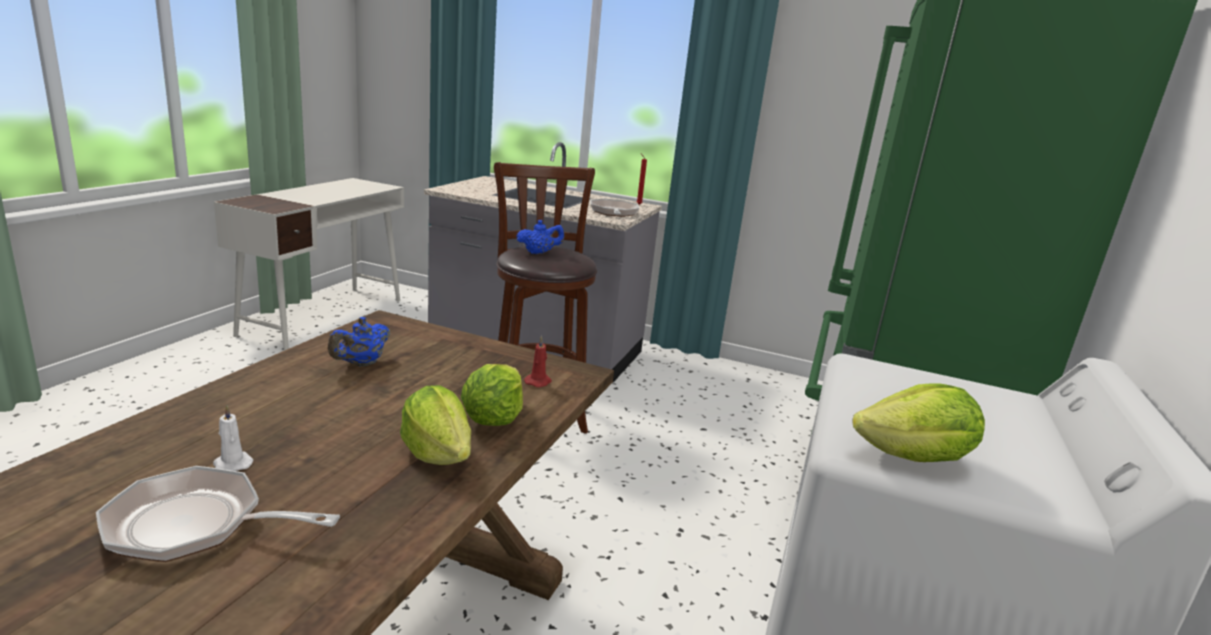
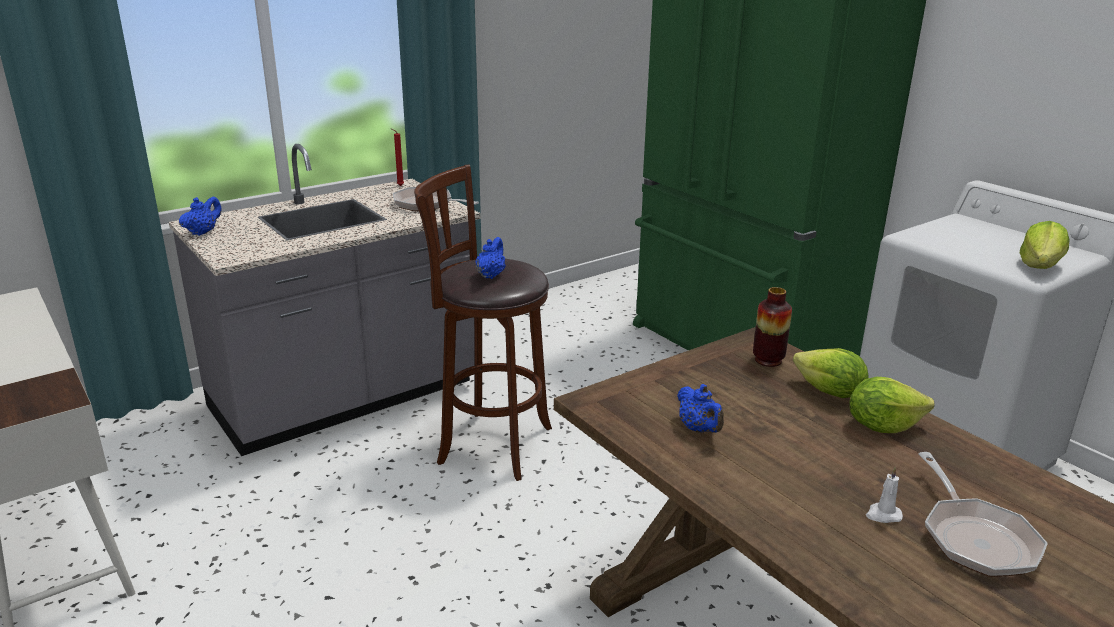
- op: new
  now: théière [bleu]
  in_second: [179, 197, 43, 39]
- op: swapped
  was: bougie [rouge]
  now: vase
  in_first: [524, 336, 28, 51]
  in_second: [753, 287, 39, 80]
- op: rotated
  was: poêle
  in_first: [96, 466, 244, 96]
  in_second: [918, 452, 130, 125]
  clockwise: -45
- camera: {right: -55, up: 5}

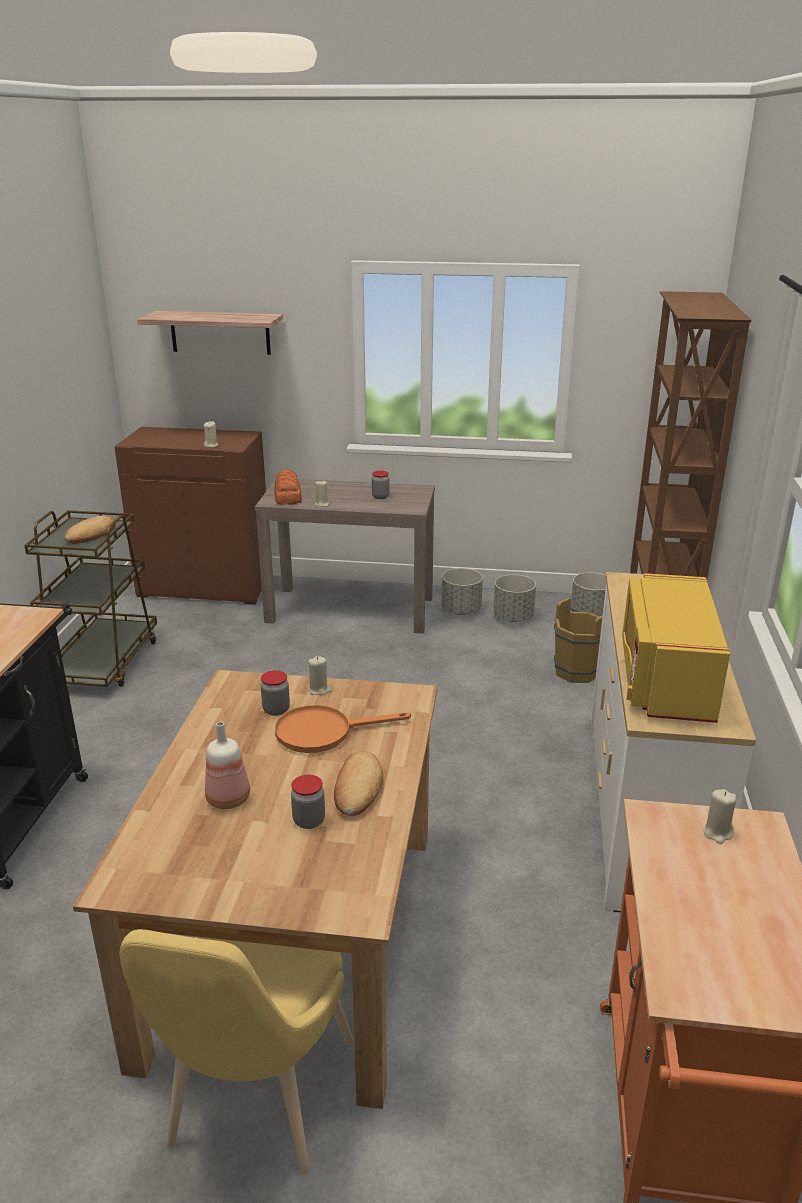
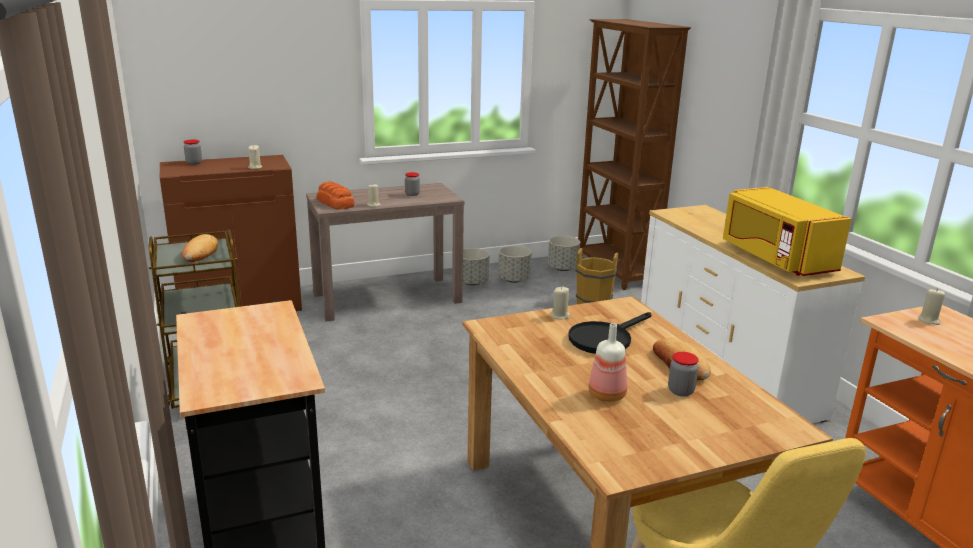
- op: shifted
  was: bocal
  in_first: [261, 670, 29, 46]
  in_second: [184, 140, 18, 25]
- op: repainted
  was: poêle [orange]
  now: poêle [noir]
  in_first: [275, 705, 136, 48]
  in_second: [568, 312, 83, 42]
- op: gone
  was: étagère
  in_first: [137, 311, 146, 44]
- camera: {right: -30, up: -5}

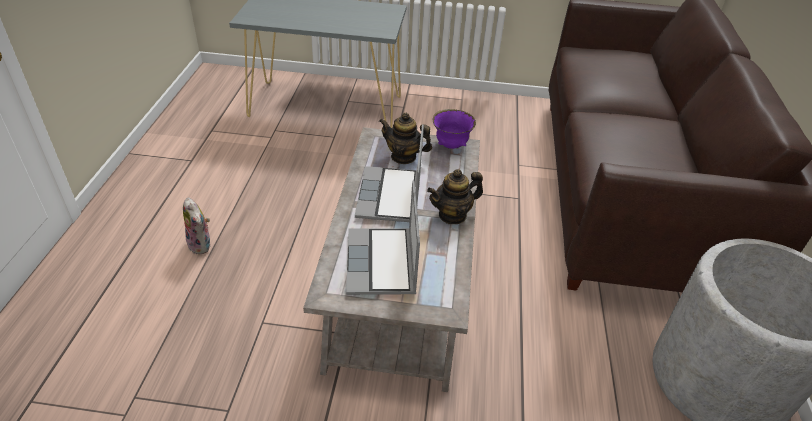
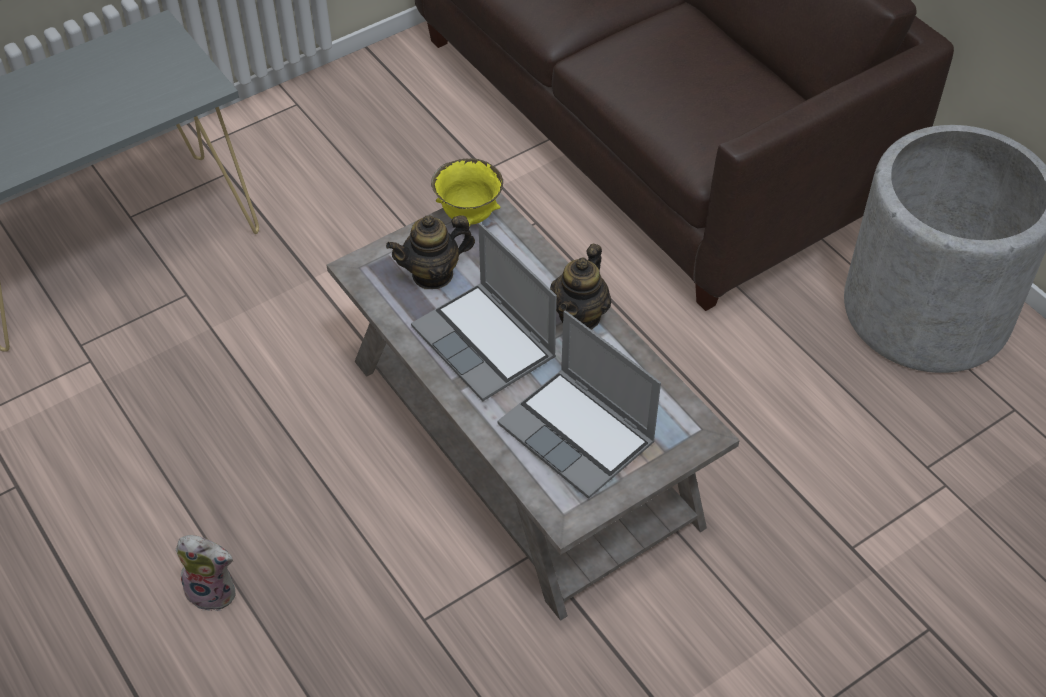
- op: repainted
  was: bol [violet]
  now: bol [jaune]
  in_first: [433, 109, 43, 40]
  in_second: [431, 158, 72, 69]
- camera: {right: -40, up: 10}

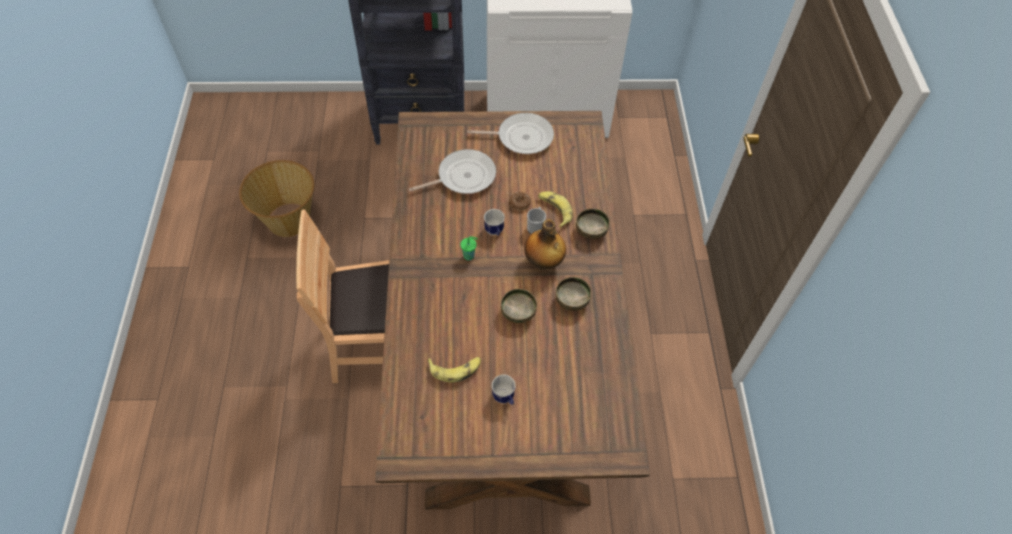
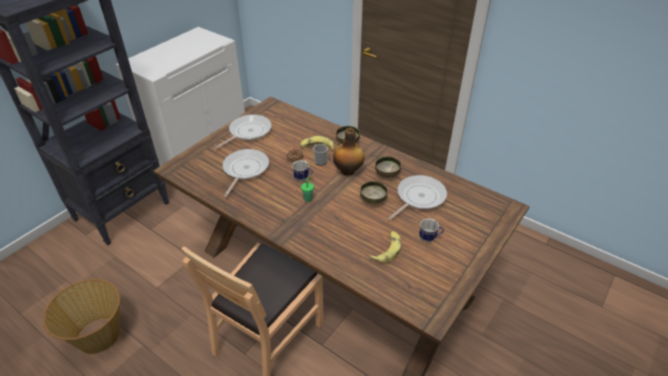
- op: new
  now: poêle
  in_second: [388, 175, 59, 45]
- camera: {right: -50, up: -15}

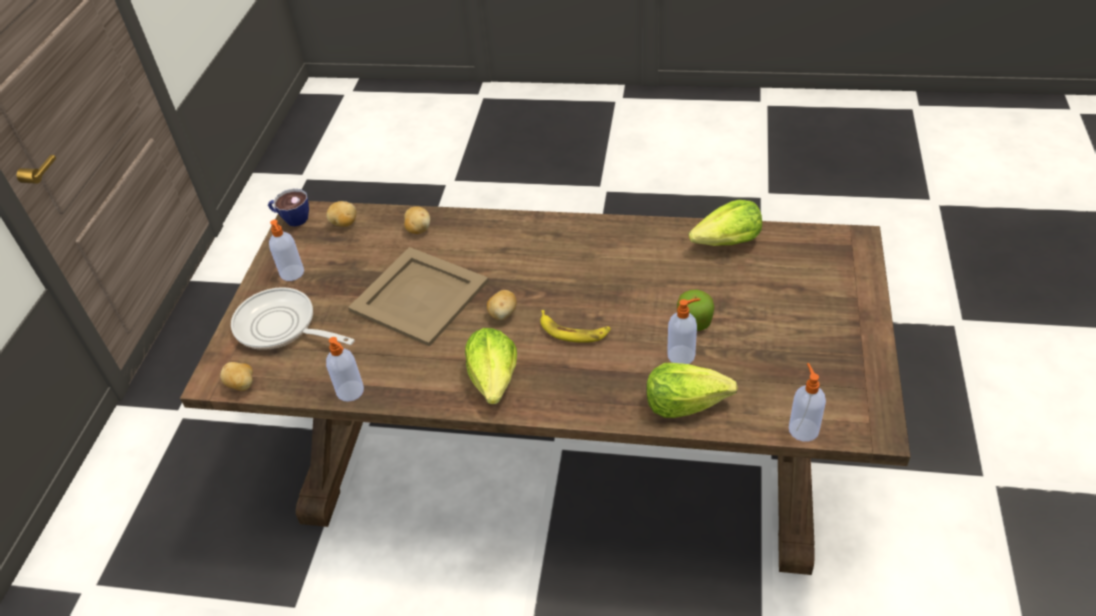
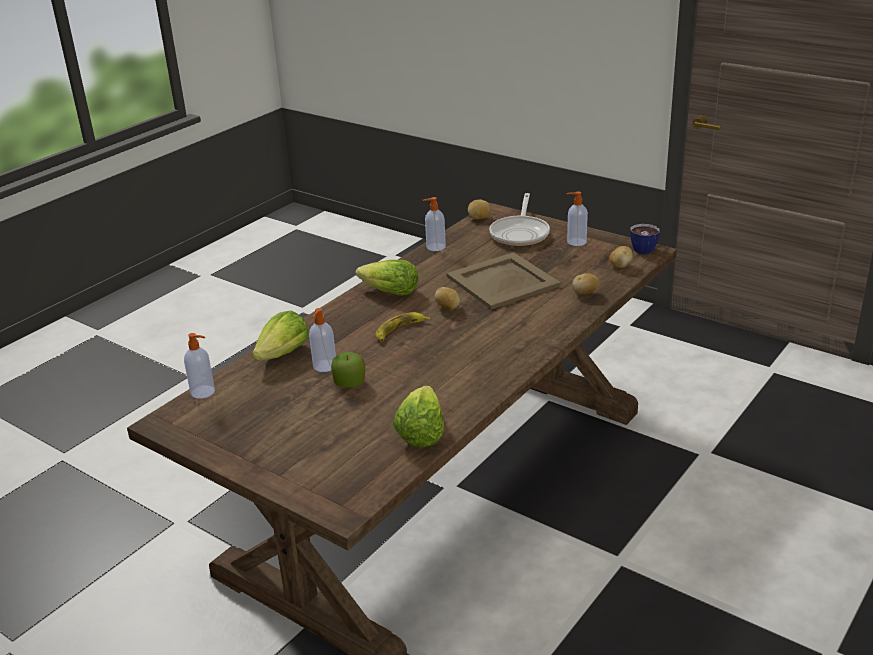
- op: rotated
  was: poêle
  in_first: [231, 287, 124, 63]
  in_second: [489, 193, 61, 53]
  clockwise: 135
- camera: {right: 115, up: -15}

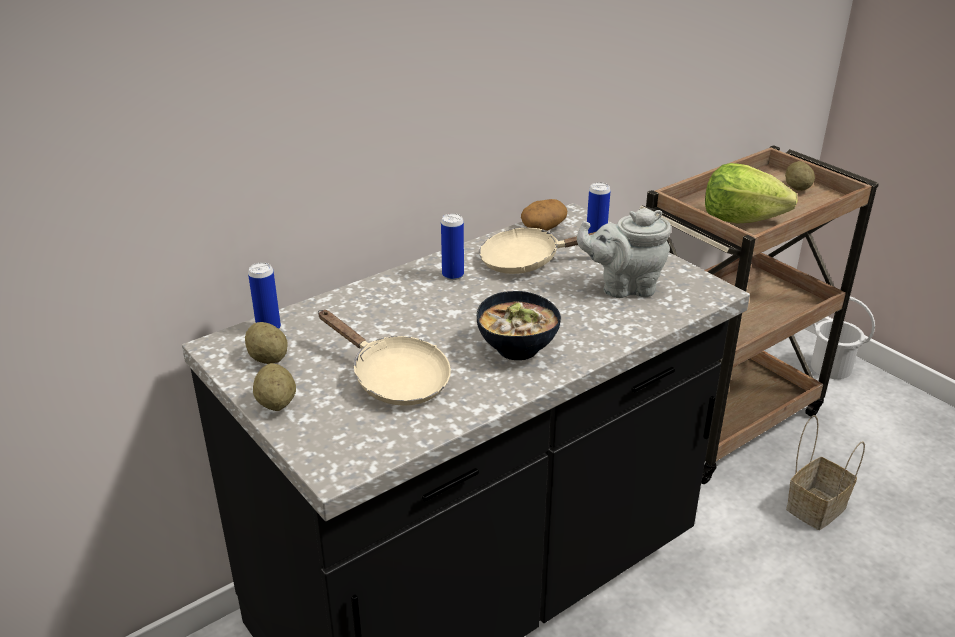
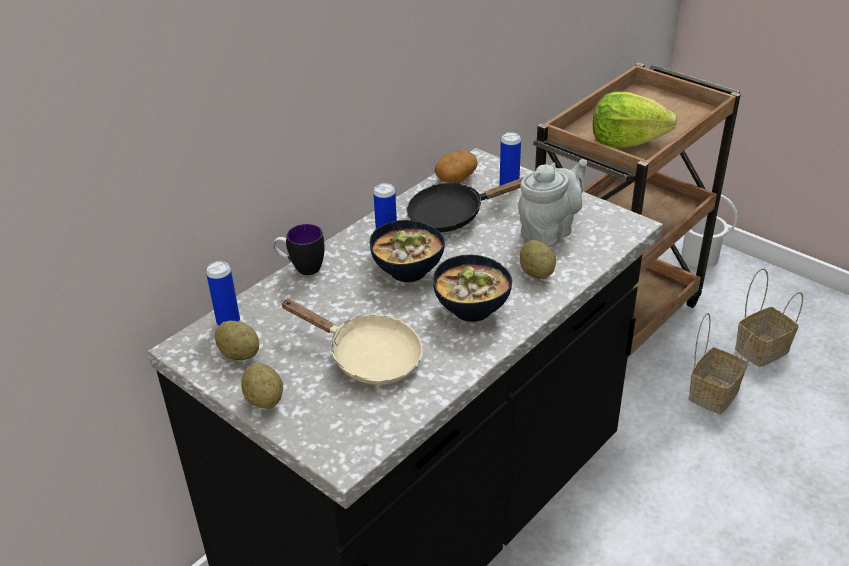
- op: new
  now: mug
  in_second: [273, 224, 52, 51]
- op: new
  now: bol
  in_second: [370, 220, 75, 62]
- op: repainted
  was: poêle [beige]
  now: poêle [noir]
  in_first: [479, 228, 116, 46]
  in_second: [406, 177, 118, 55]
- op: rotated
  was: théière [gris]
  in_first: [577, 208, 94, 90]
  in_second: [518, 159, 69, 89]
  clockwise: 150
- op: shifted
  was: pomme de terre
  in_first: [785, 161, 30, 30]
  in_second: [520, 240, 36, 39]
- op: new
  now: panier
  in_second: [735, 268, 68, 99]
- camera: {right: -10, up: 5}

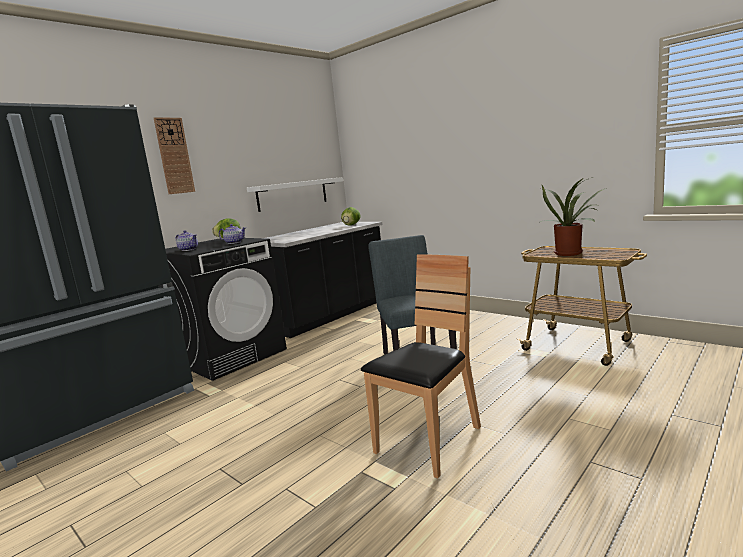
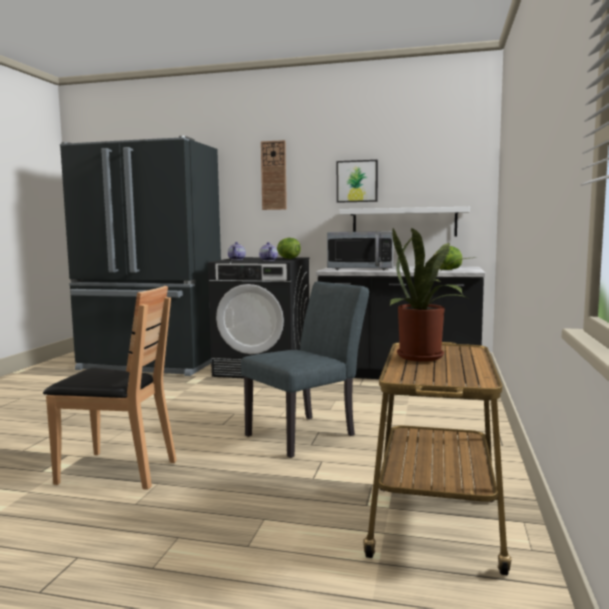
- op: new
  now: micro-ondes
  in_second: [327, 231, 67, 39]
- op: new
  now: tableau
  in_second: [337, 160, 41, 43]
- camera: {right: 60, up: -5}

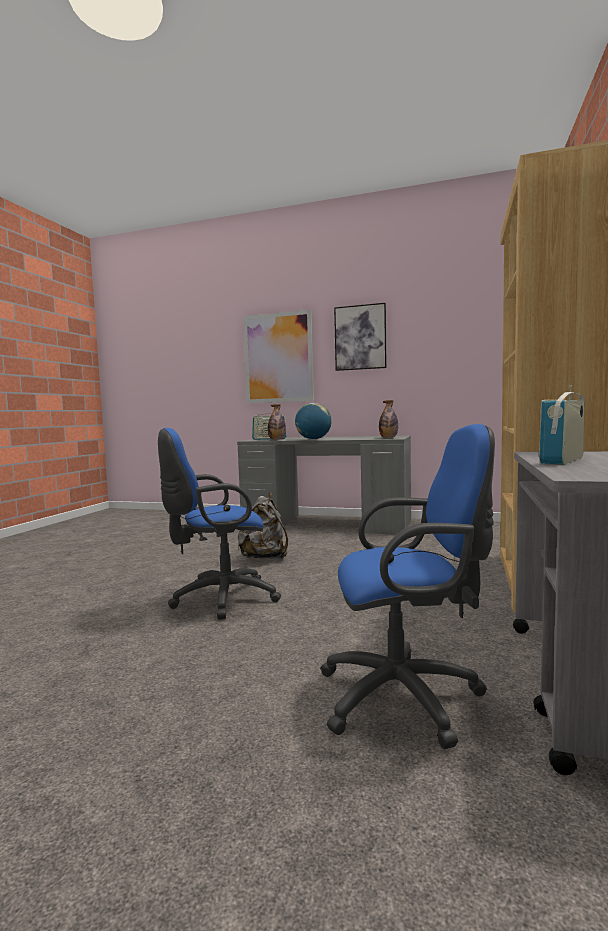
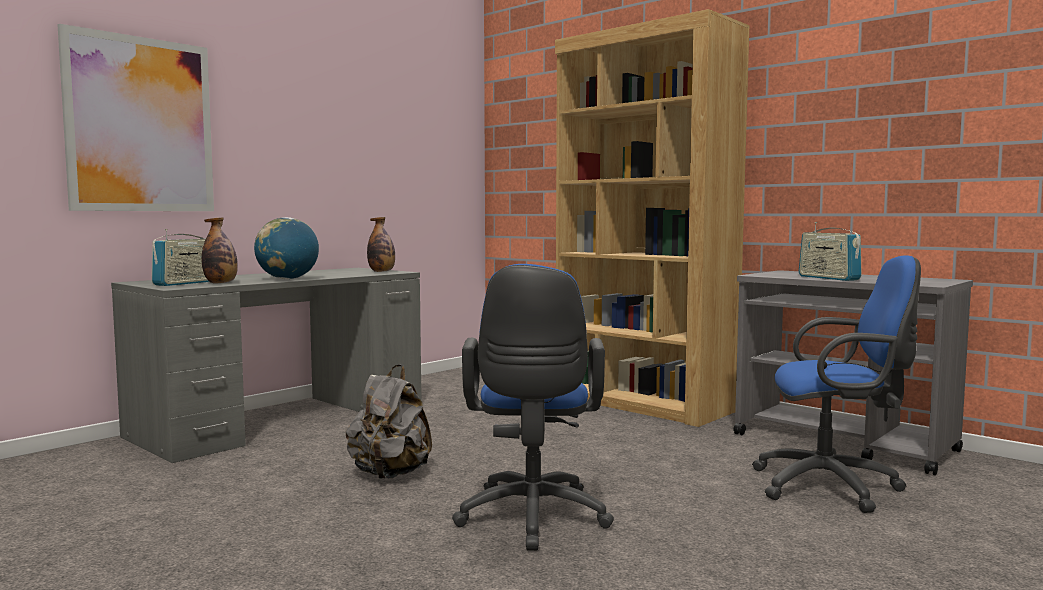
- op: rotated
  was: chaise de bureau [bleu]
  in_first: [320, 424, 175, 325]
  in_second: [752, 255, 169, 258]
  clockwise: 75
- op: gone
  was: tableau
  in_first: [334, 303, 53, 68]
- camera: {right: -65, up: 0}

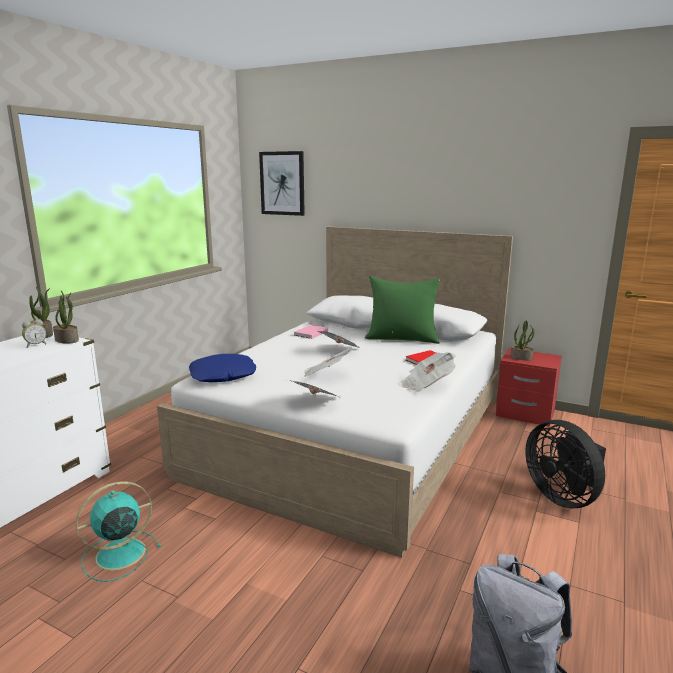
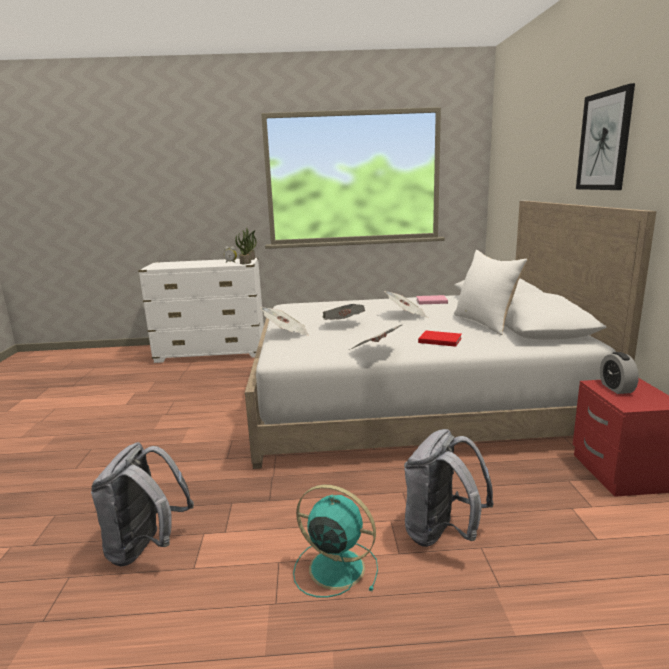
- op: shifted
  was: ventilateur [turquoise]
  in_first: [76, 481, 85, 101]
  in_second: [293, 485, 85, 112]
- op: swapped
  was: ventilateur [noir]
  now: sac à dos [gris]
  in_first: [525, 420, 81, 88]
  in_second: [404, 429, 90, 118]
- op: repainted
  was: coussin [vert]
  now: coussin [blanc]
  in_first: [365, 276, 76, 68]
  in_second: [454, 250, 73, 85]
- op: shifted
  was: tableau
  in_first: [259, 151, 46, 65]
  in_second: [576, 83, 59, 107]
- op: swapped
  was: plante en pot
  now: réveil
  in_first: [510, 320, 24, 40]
  in_second: [600, 352, 39, 42]
- op: gone
  was: coussin [bleu]
  in_first: [189, 354, 67, 28]
- camera: {right: 60, up: 0}

